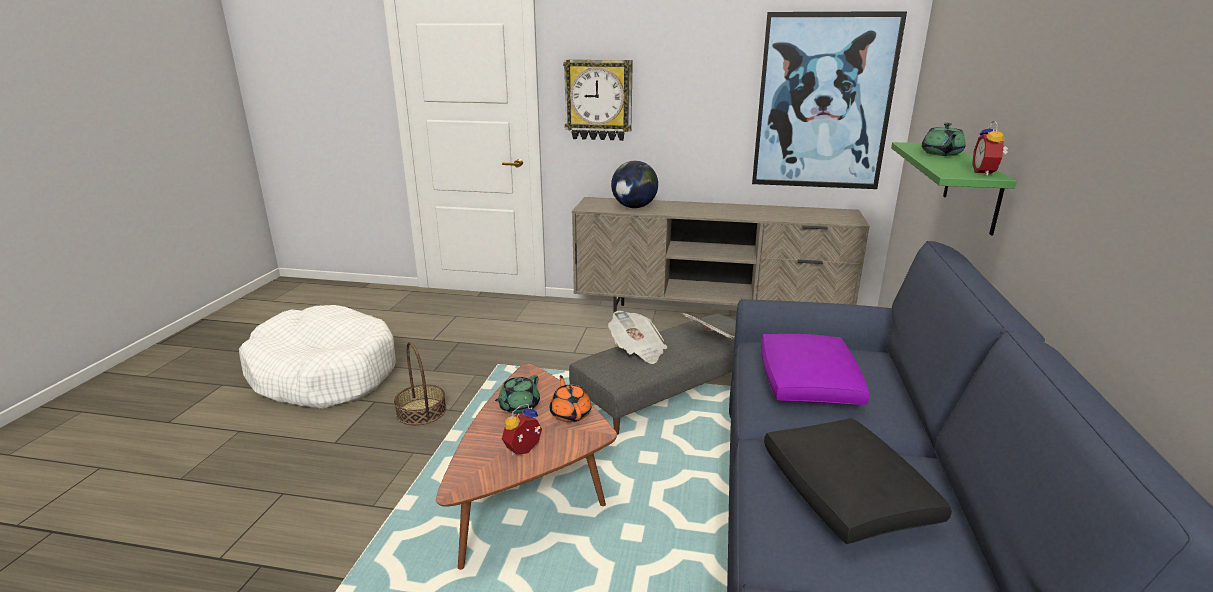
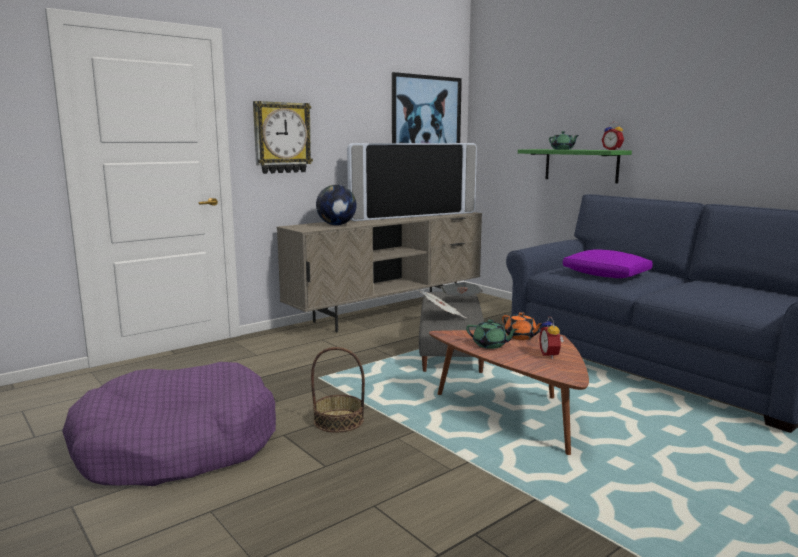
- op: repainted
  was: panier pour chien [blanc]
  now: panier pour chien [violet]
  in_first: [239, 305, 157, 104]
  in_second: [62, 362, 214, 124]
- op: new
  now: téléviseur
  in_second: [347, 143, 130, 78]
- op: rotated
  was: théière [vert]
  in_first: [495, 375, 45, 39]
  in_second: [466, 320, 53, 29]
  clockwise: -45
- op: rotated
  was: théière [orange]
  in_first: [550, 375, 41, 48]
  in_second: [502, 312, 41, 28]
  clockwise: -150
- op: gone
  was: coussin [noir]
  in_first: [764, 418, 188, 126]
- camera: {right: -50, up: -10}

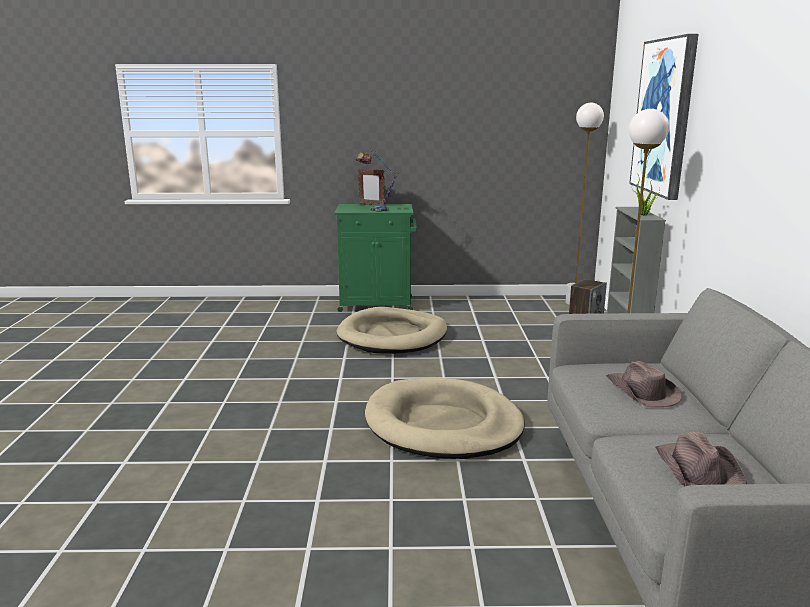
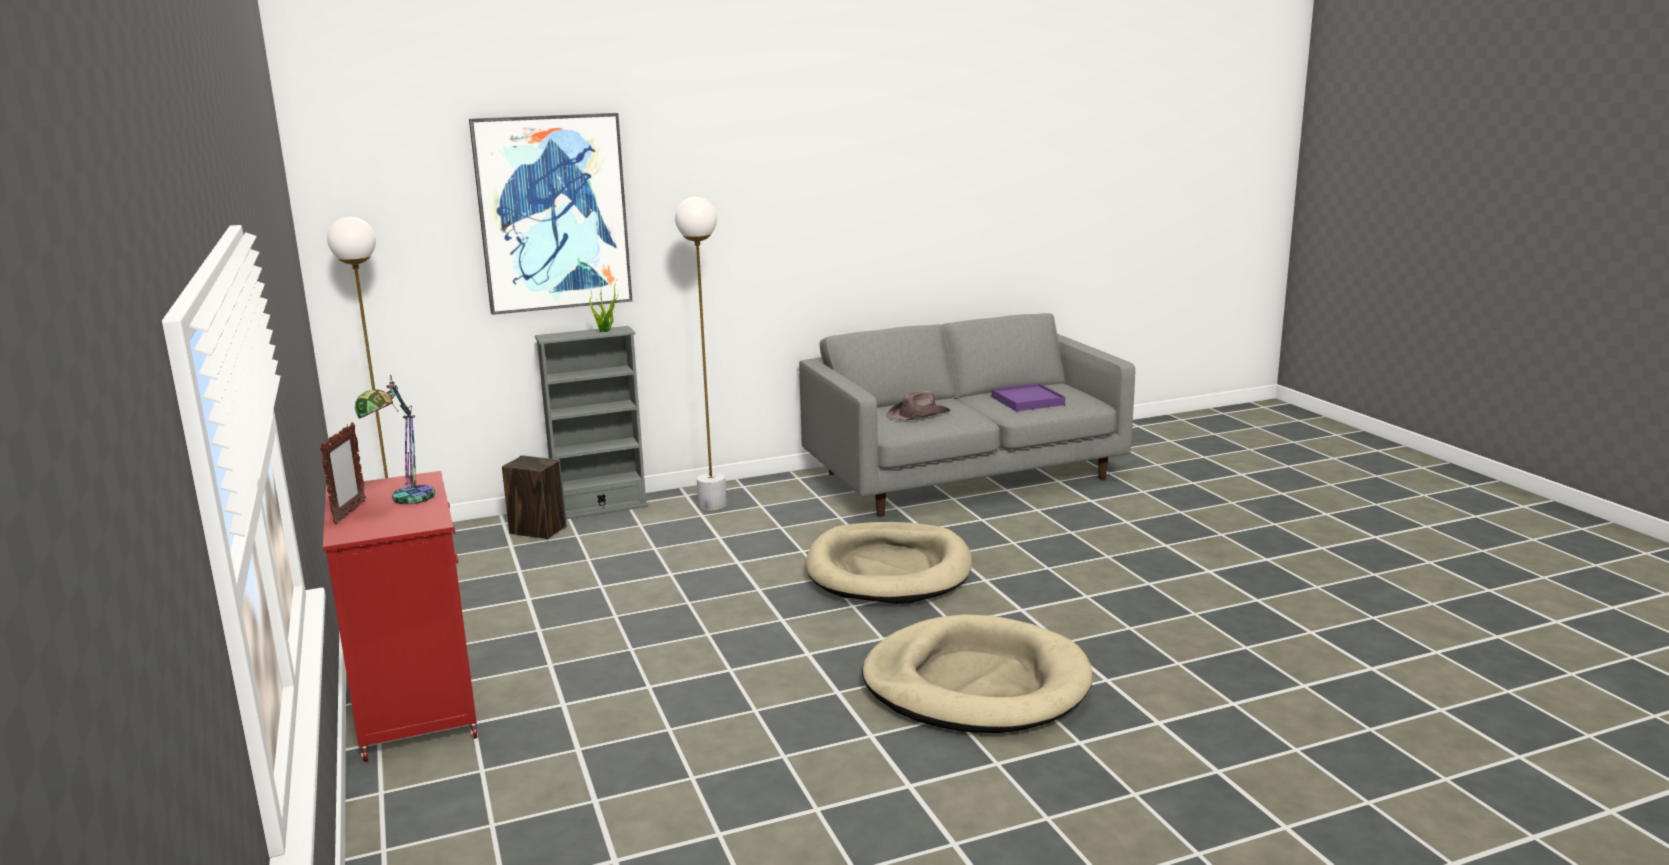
- op: repainted
  was: meuble de rangement [vert]
  now: meuble de rangement [rouge]
  in_first: [334, 204, 83, 108]
  in_second: [323, 471, 155, 291]
- op: shifted
  was: panier pour chien [beige]
  in_first: [337, 307, 110, 47]
  in_second: [862, 614, 230, 119]
- op: swapped
  was: chapeau [marron]
  now: plateau [violet]
  in_first: [656, 432, 91, 54]
  in_second: [991, 383, 74, 28]
- camera: {right: -110, up: 0}

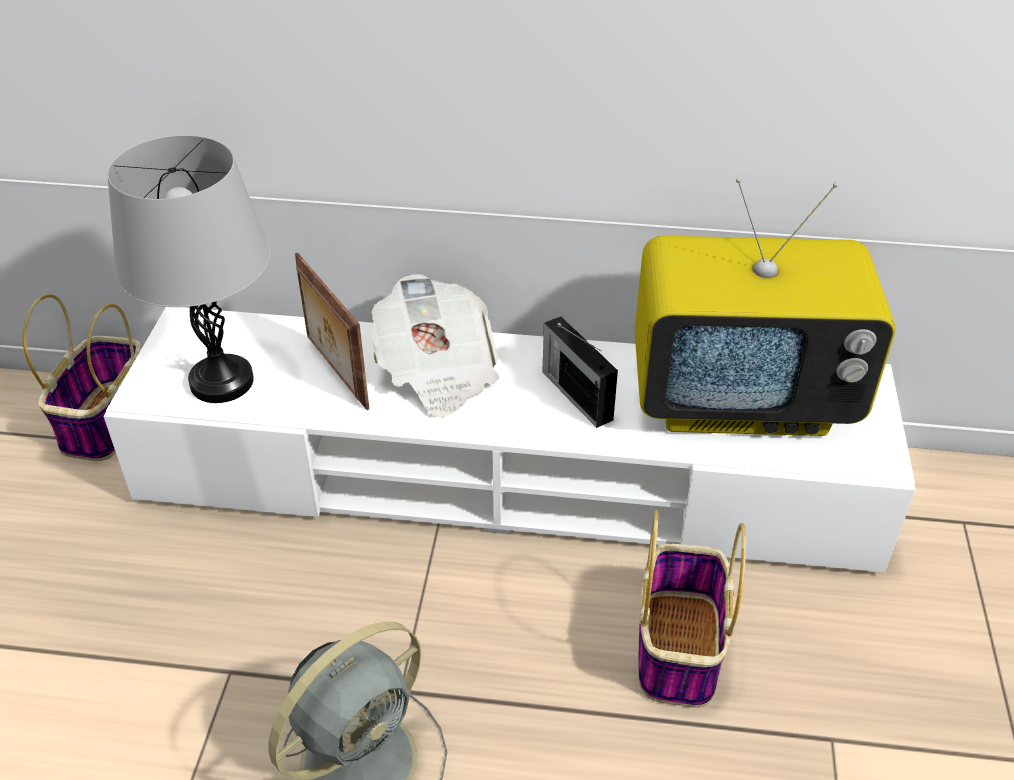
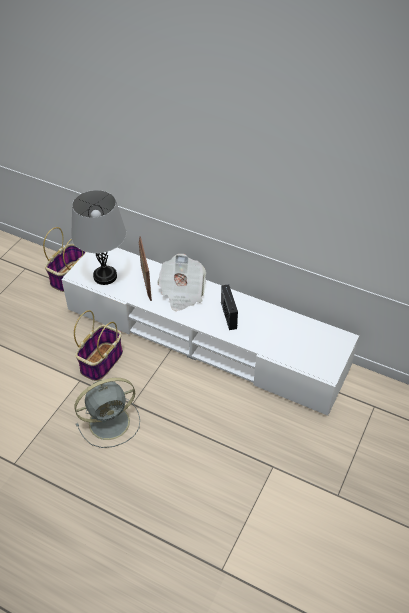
- op: shifted
  was: panier
  in_first: [638, 510, 108, 198]
  in_second: [74, 310, 49, 71]
- op: gone
  was: téléviseur
  in_first: [635, 178, 261, 258]
- camera: {right: 20, up: 5}

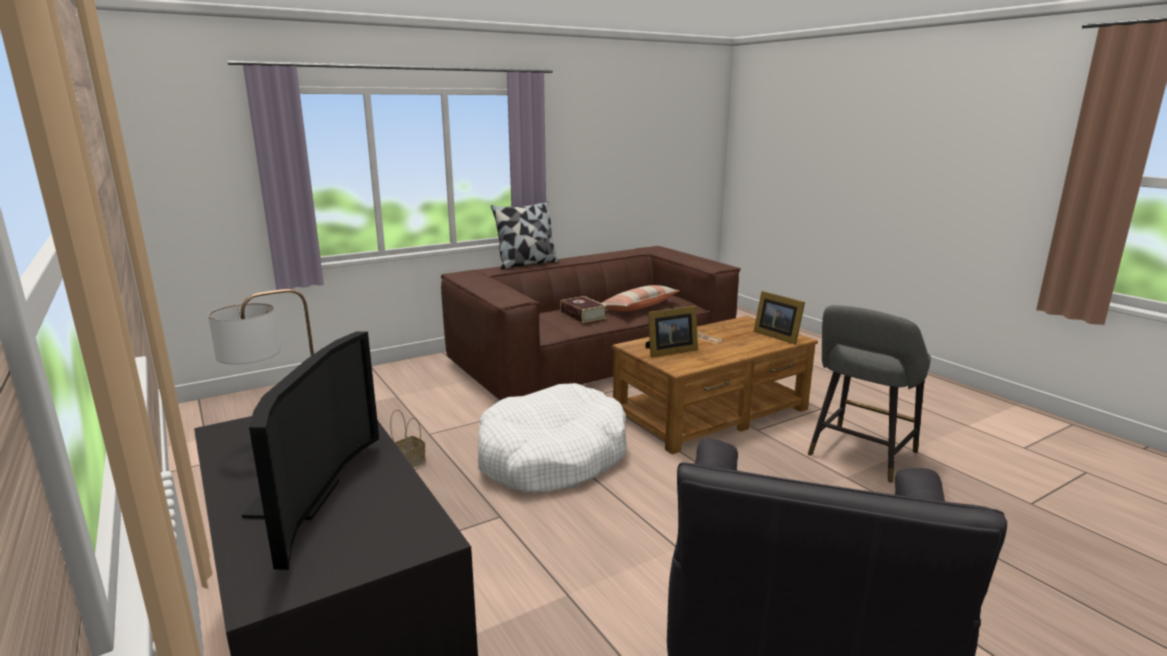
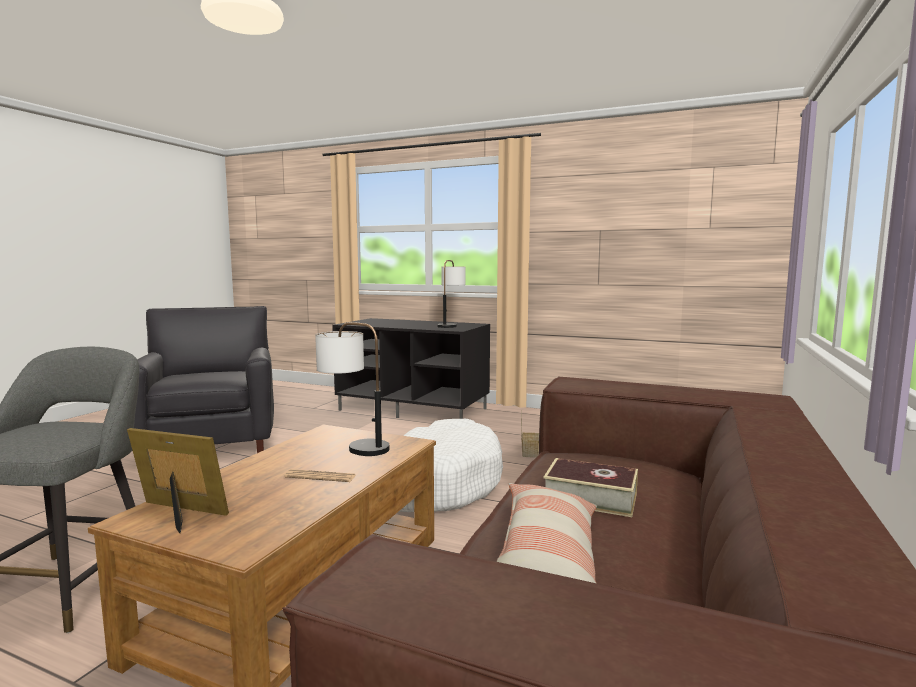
- op: swapped
  was: cadre photo
  now: lampe de table
  in_first: [645, 306, 53, 52]
  in_second: [315, 322, 74, 134]
- op: gone
  was: téléviseur
  in_first: [242, 331, 137, 239]
- op: gone
  was: coussin
  in_first: [491, 202, 68, 67]
- camera: {right: 145, up: -10}

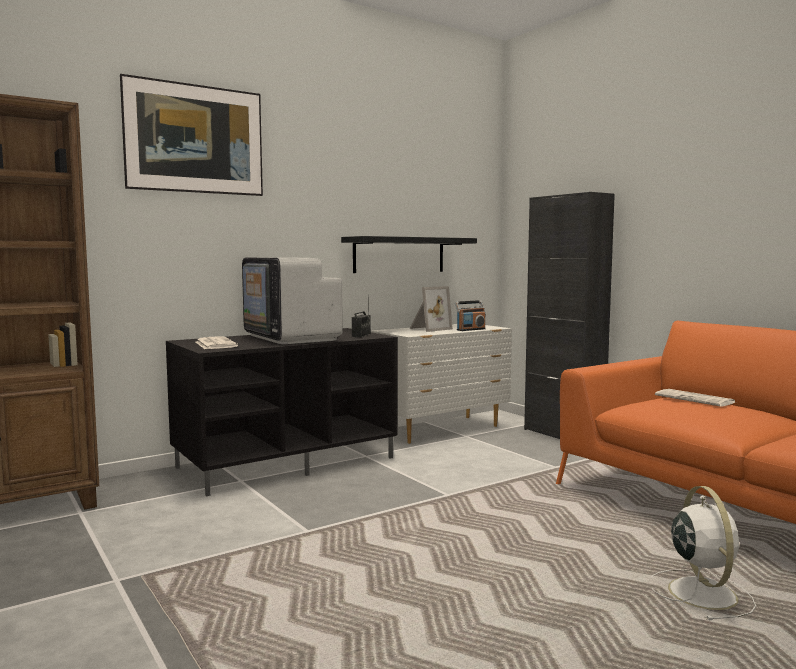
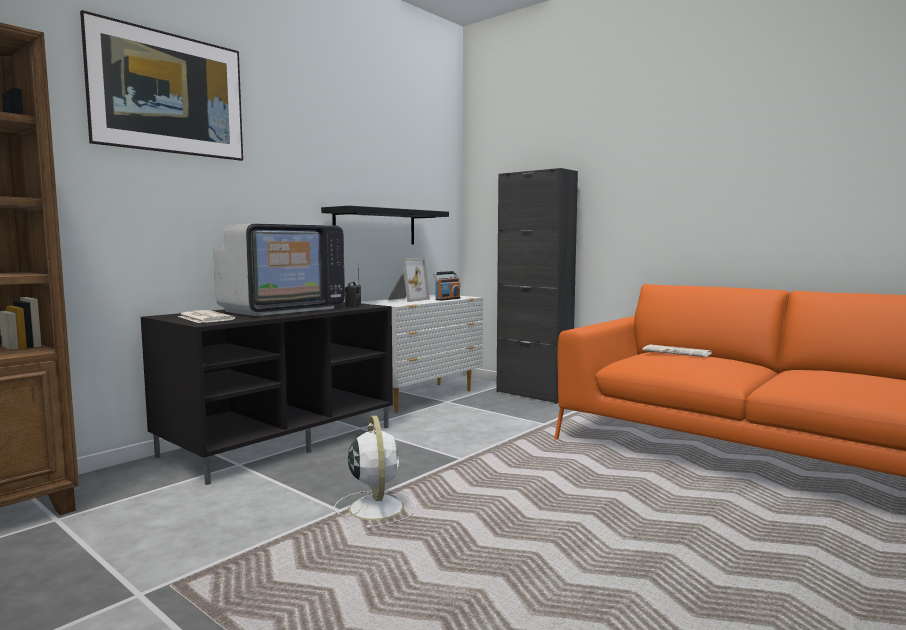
- op: rotated
  was: téléviseur
  in_first: [242, 257, 101, 87]
  in_second: [214, 223, 131, 93]
  clockwise: -90
- op: shifted
  was: ventilateur [blanc]
  in_first: [651, 486, 105, 134]
  in_second: [334, 416, 82, 113]
- camera: {right: -15, up: 0}

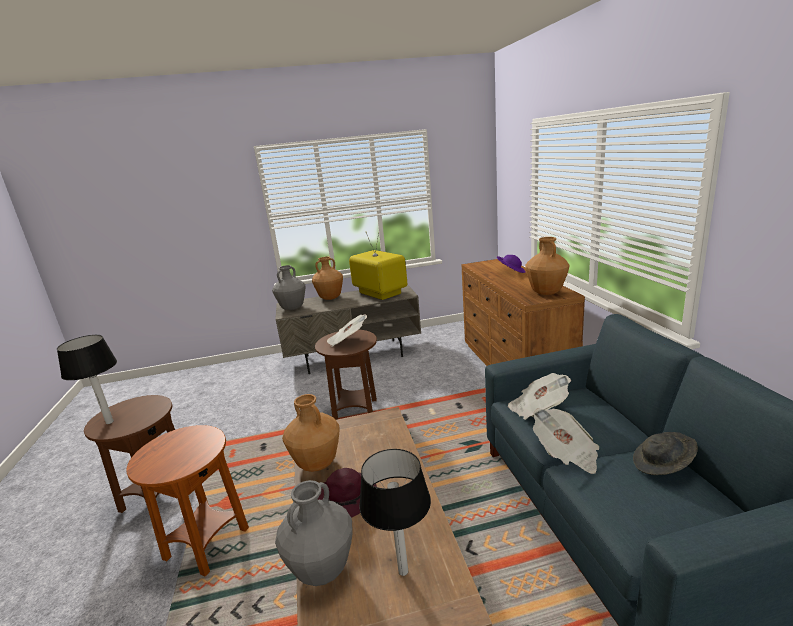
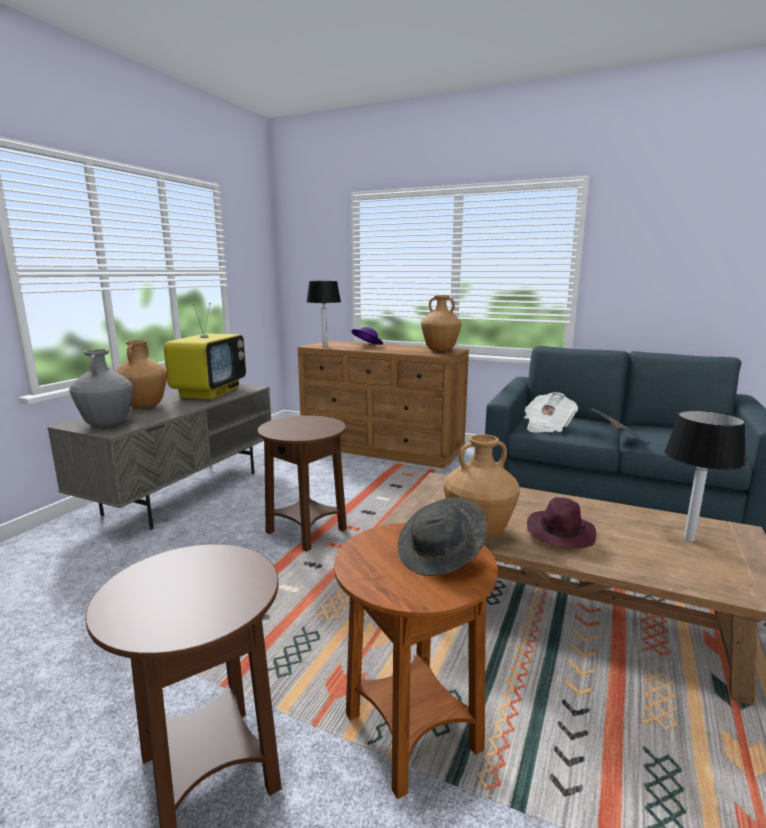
- op: rotated
  was: téléviseur
  in_first: [349, 233, 58, 67]
  in_second: [164, 303, 82, 97]
  clockwise: 105
- op: shifted
  was: lampe de table
  in_first: [57, 335, 60, 89]
  in_second: [307, 281, 34, 67]
- op: shifted
  was: chapeau [gris]
  in_first: [633, 432, 65, 43]
  in_second: [398, 498, 90, 78]
- op: gone
  was: vase [gris]
  in_first: [275, 480, 78, 106]
- op: gone
  was: journal
  in_first: [327, 315, 40, 32]
- camera: {right: -55, up: -5}

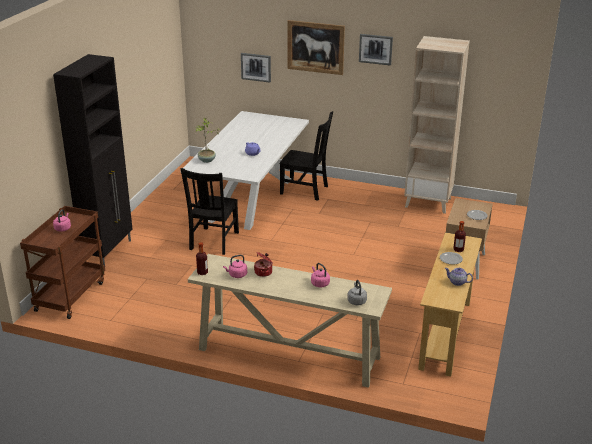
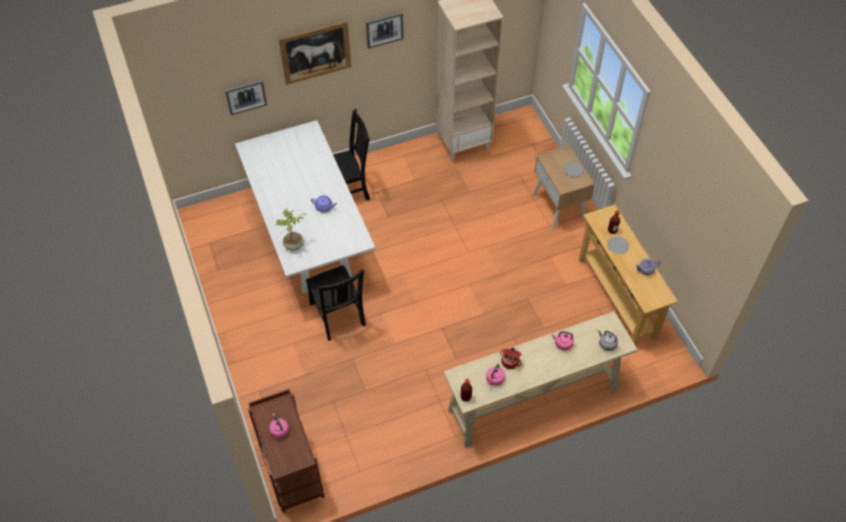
- op: gone
  was: meuble de rangement [noir]
  in_first: [53, 54, 80, 211]
- camera: {right: -40, up: 25}

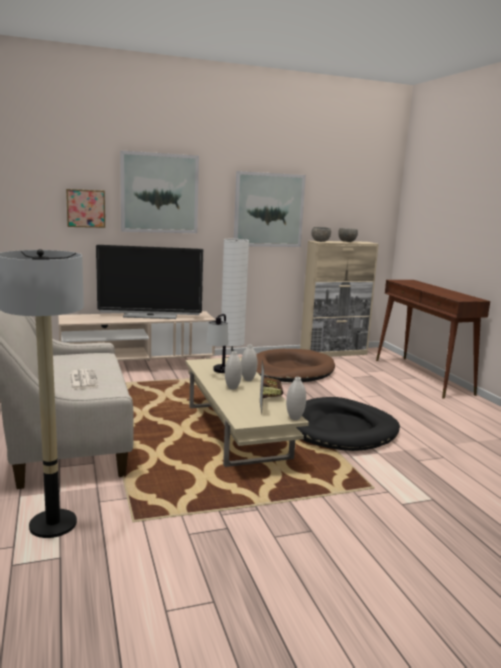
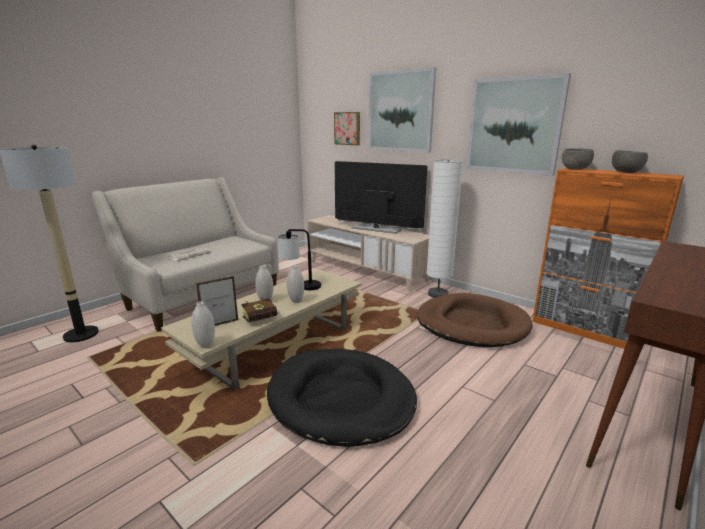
- op: rotated
  was: téléviseur
  in_first: [96, 245, 107, 74]
  in_second: [334, 161, 94, 73]
  clockwise: 150
- op: repainted
  was: meuble de rangement [beige]
  now: meuble de rangement [orange]
  in_first: [300, 241, 79, 116]
  in_second: [532, 168, 152, 181]
- camera: {right: 60, up: 5}

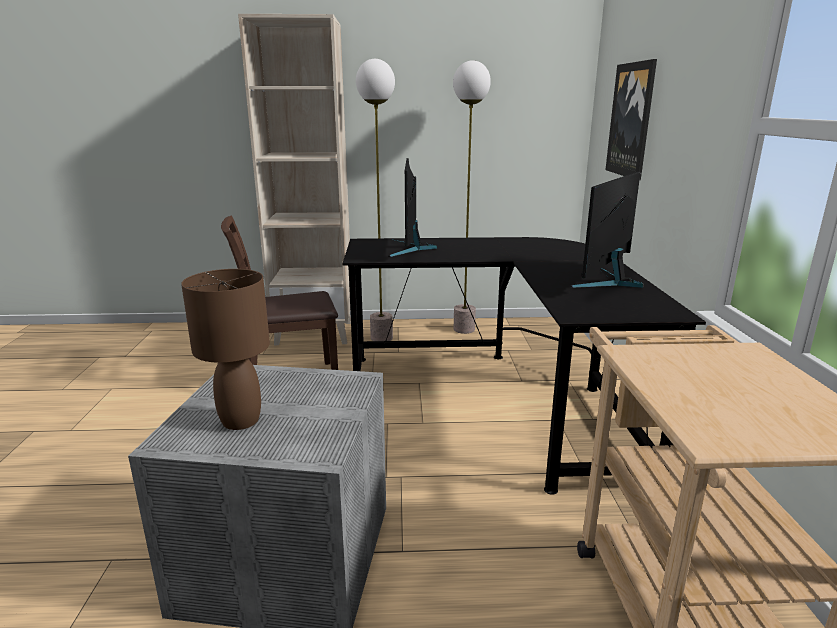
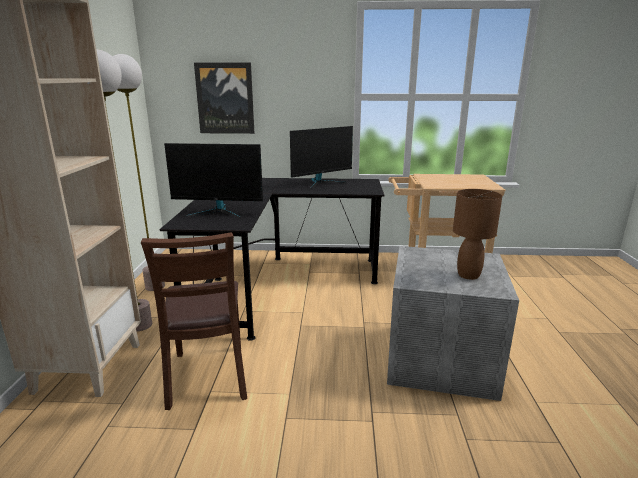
- op: rotated
  was: écran d'ordinateur
  in_first: [570, 172, 74, 116]
  in_second: [290, 126, 63, 63]
  clockwise: -75
- camera: {right: -85, up: 0}

